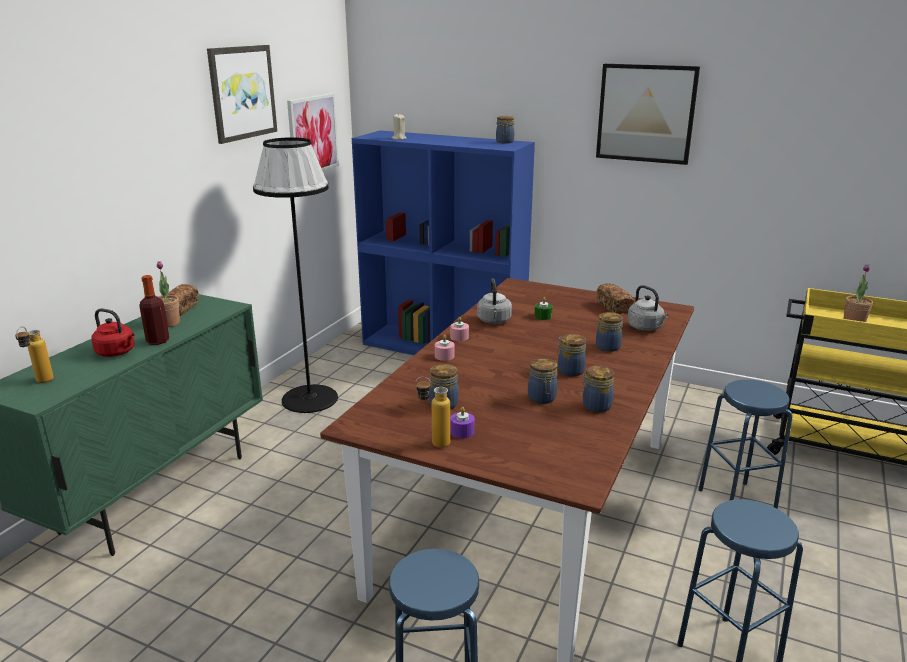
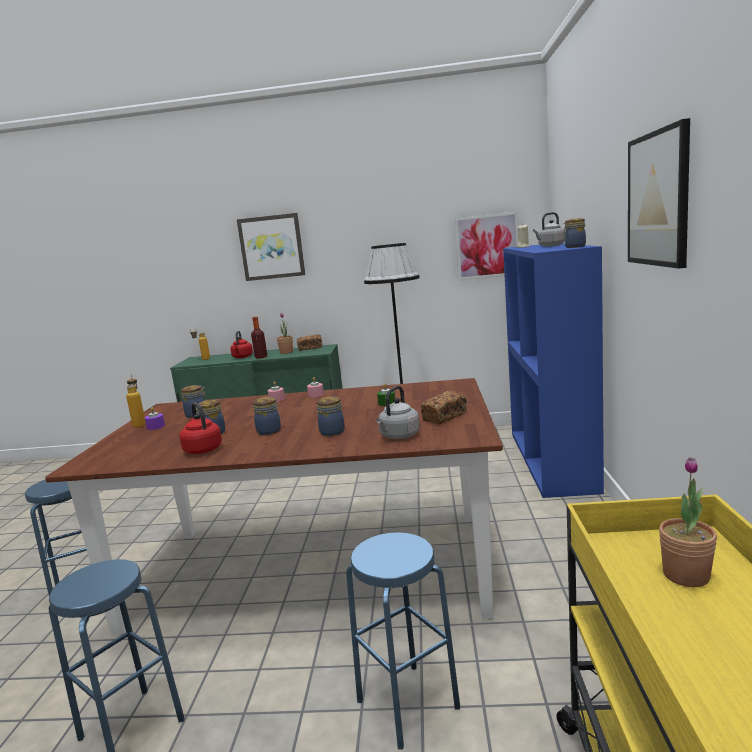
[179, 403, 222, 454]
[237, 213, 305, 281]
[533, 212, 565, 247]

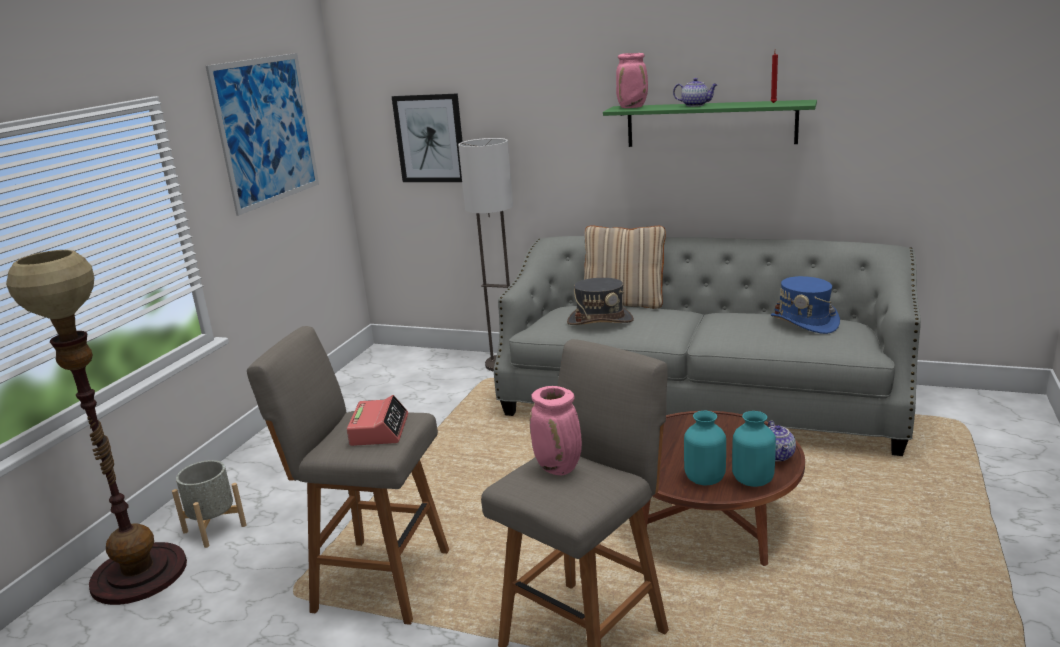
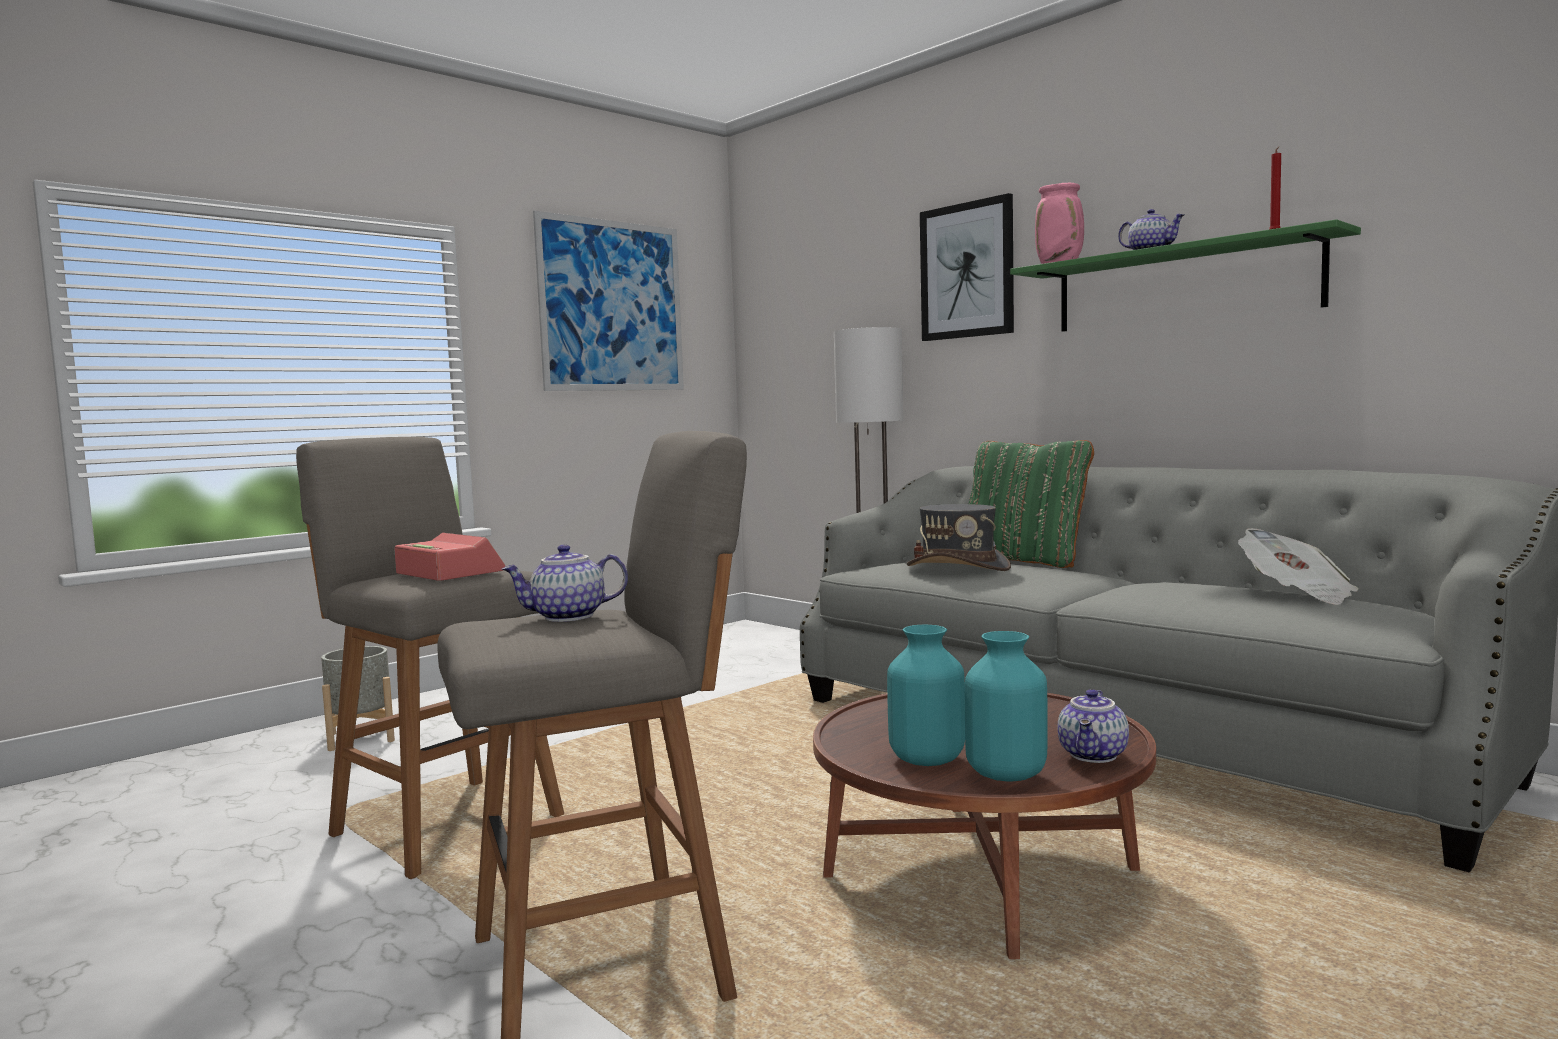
[394, 533, 505, 581]
[502, 544, 628, 622]
[920, 193, 1014, 341]
[968, 440, 1094, 568]
[1238, 528, 1358, 605]
[6, 250, 187, 605] (first image)

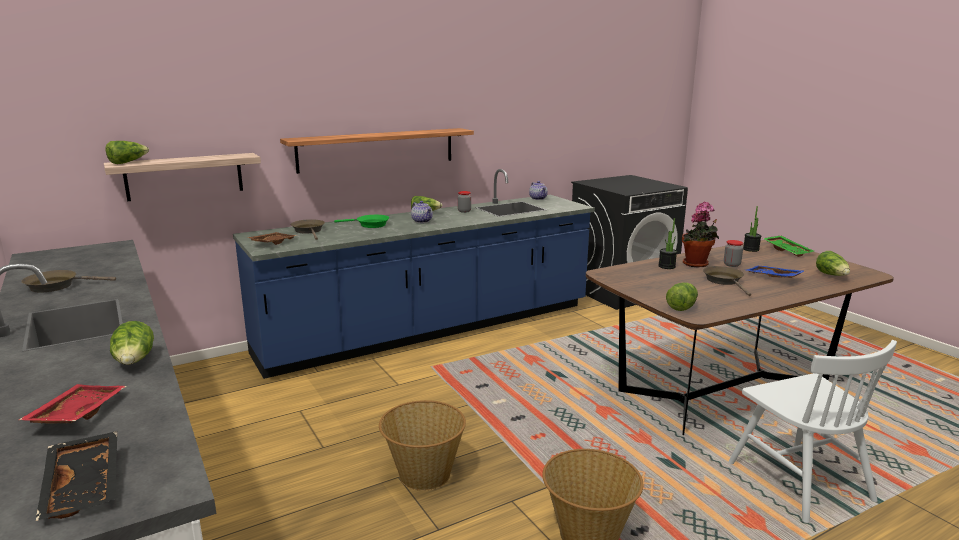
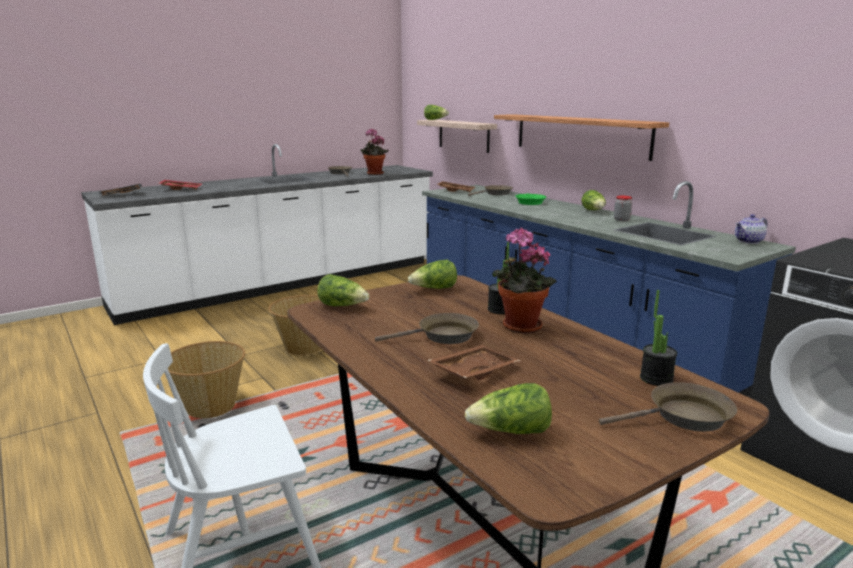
[361, 128, 389, 175]
[408, 260, 457, 289]
[427, 345, 520, 380]
[599, 382, 737, 432]
[411, 201, 433, 223] (first image)
[724, 240, 743, 267] (first image)

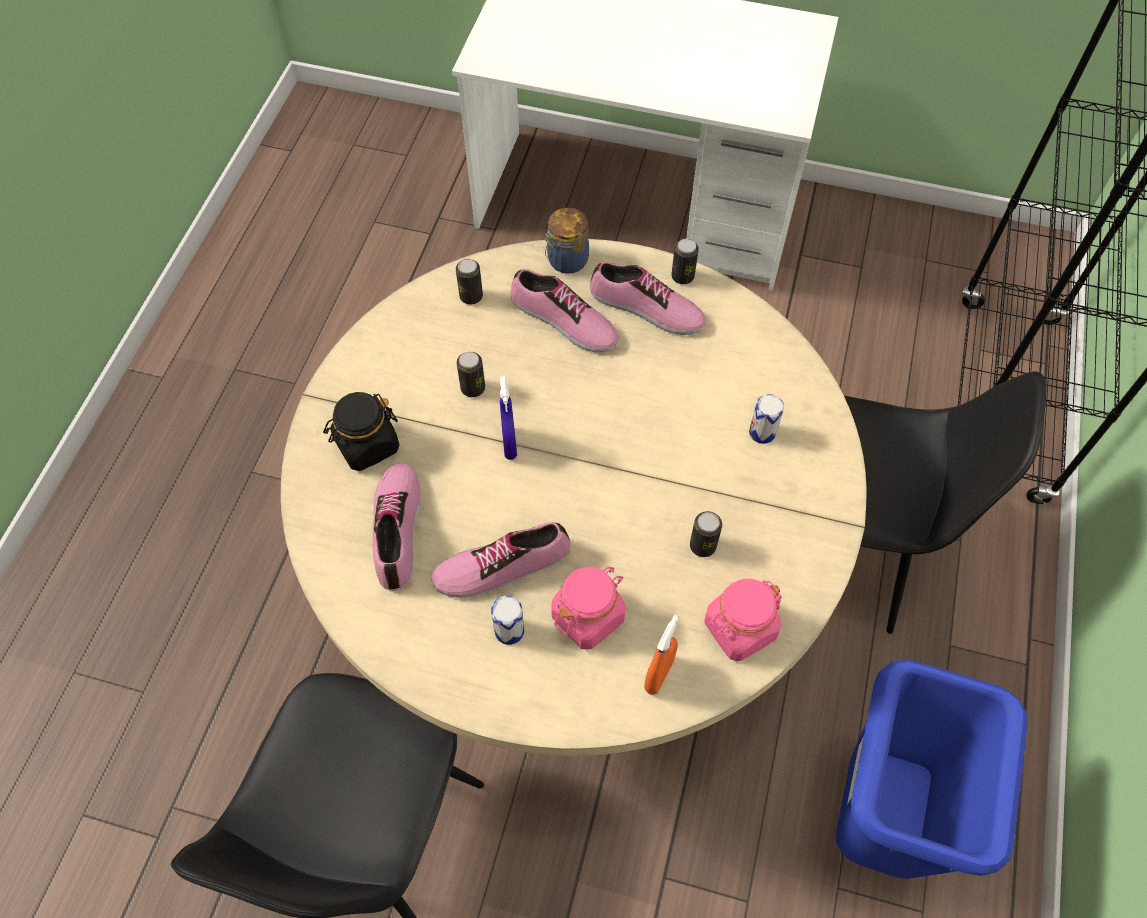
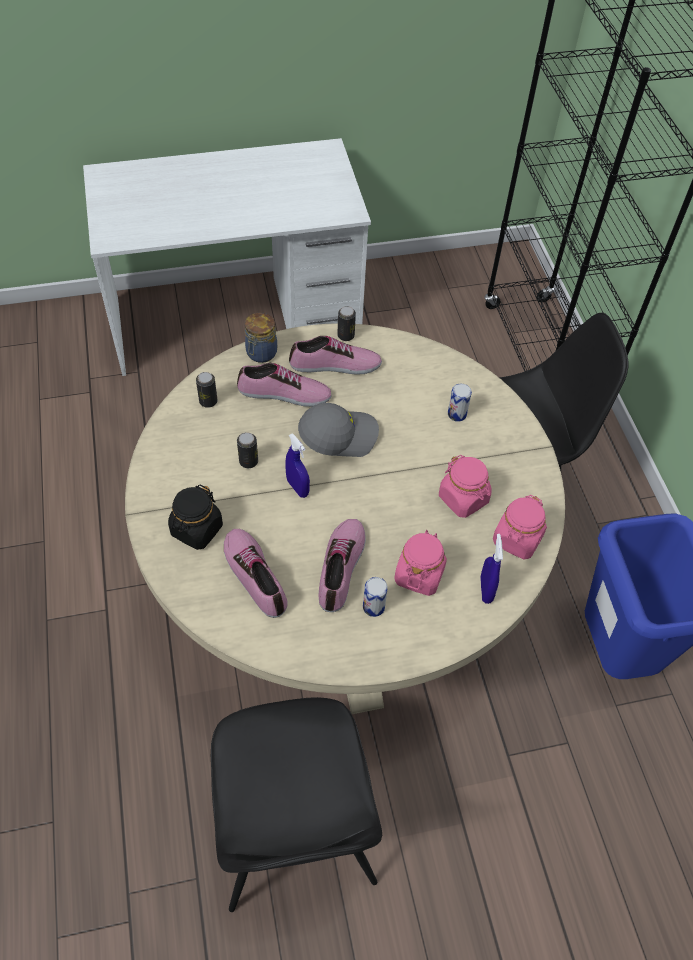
[298, 403, 379, 457]
[318, 519, 366, 612]
[439, 455, 492, 518]
[480, 534, 503, 604]

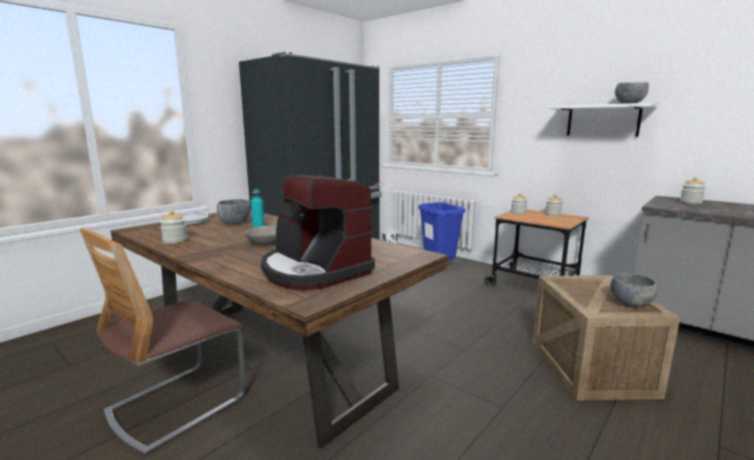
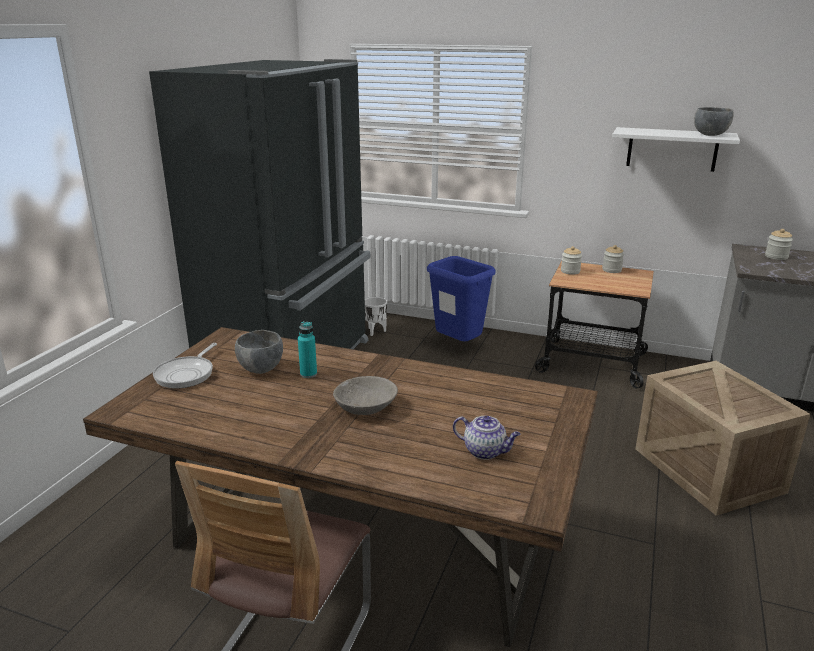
[453, 416, 520, 460]
[160, 210, 187, 244] (first image)
[610, 273, 657, 308] (first image)

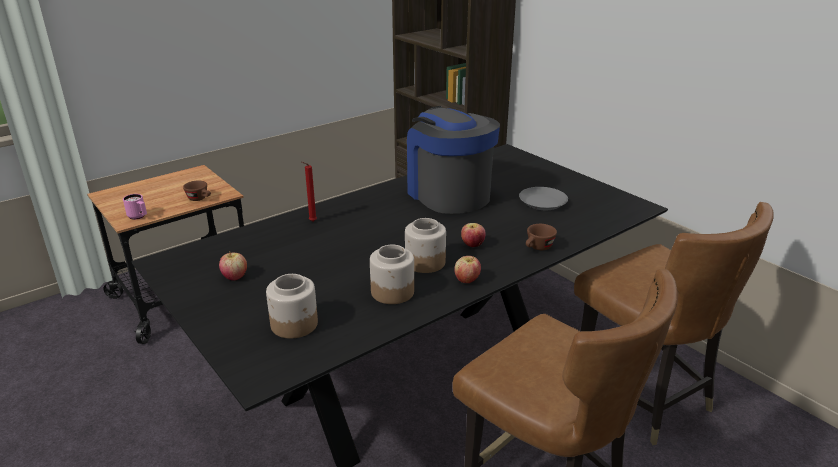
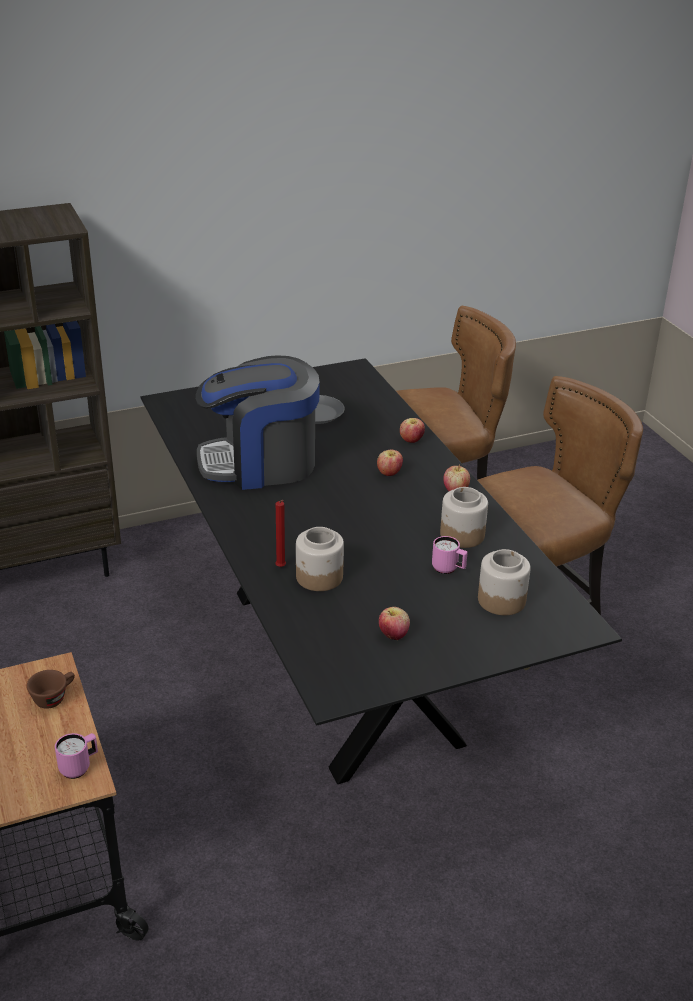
[296, 527, 344, 591]
[400, 418, 425, 443]
[432, 536, 468, 574]

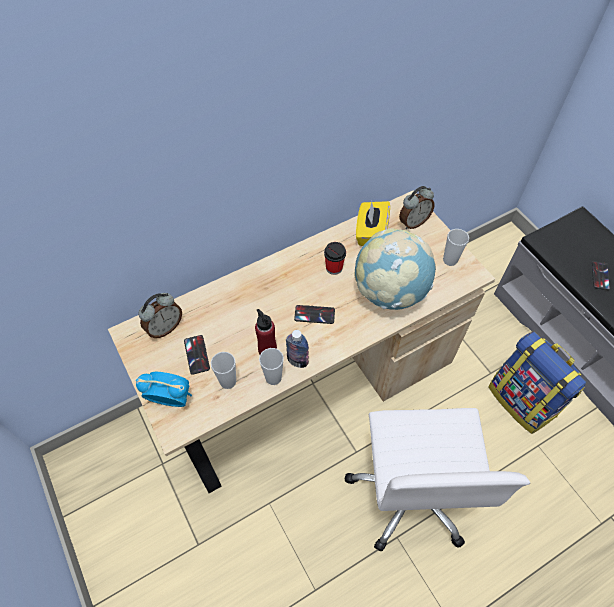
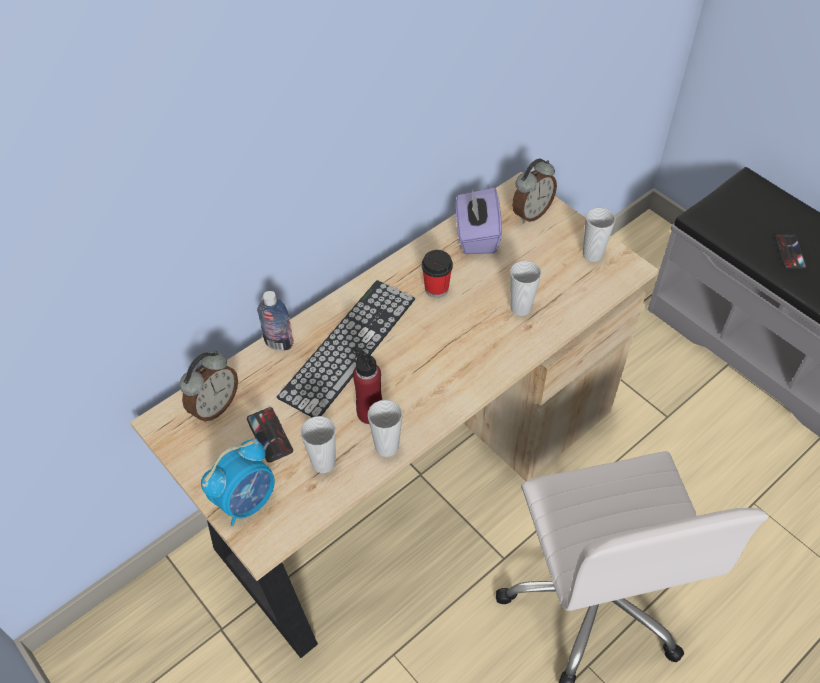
[201, 439, 275, 526]
[257, 291, 294, 351]
[277, 280, 415, 417]
[456, 188, 502, 254]
[510, 261, 542, 316]
[294, 305, 335, 324] (first image)
[488, 332, 586, 434] (first image)

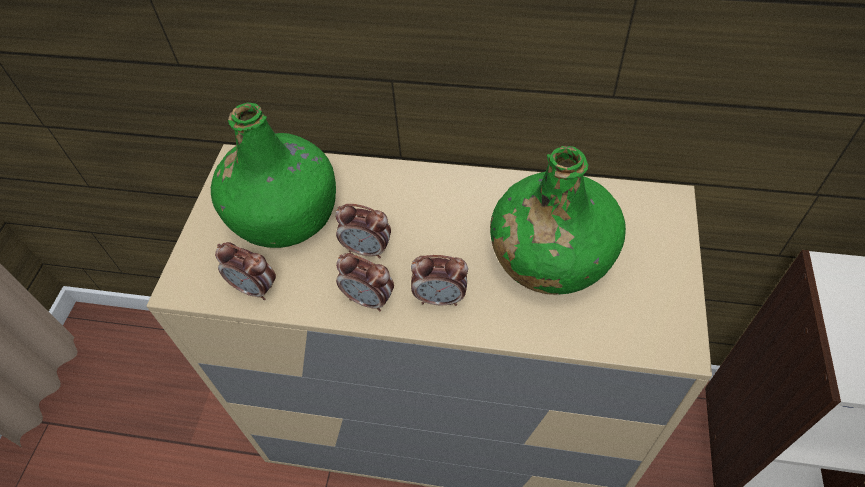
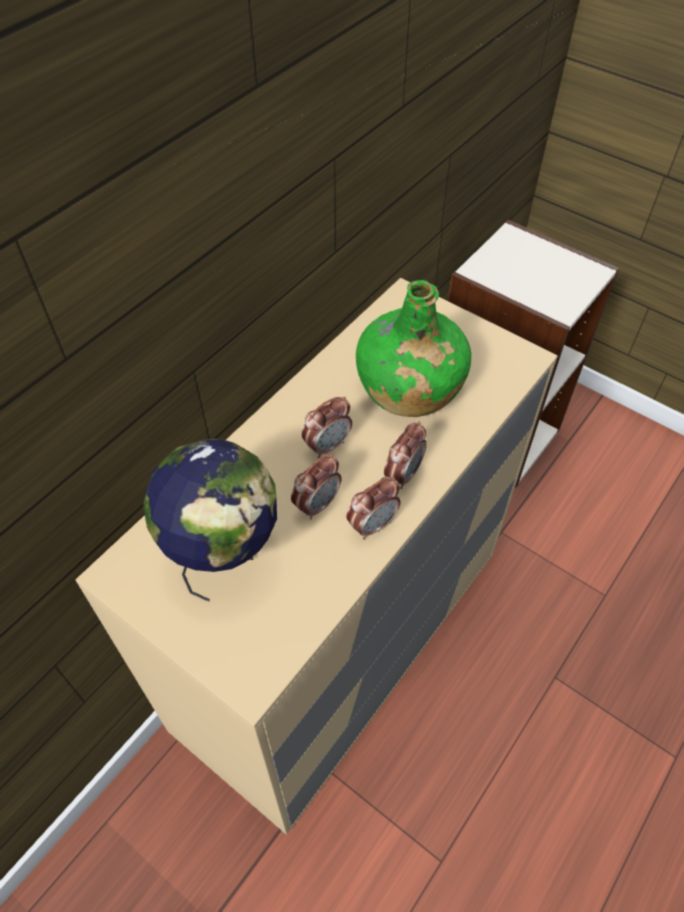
[143, 439, 277, 602]
[302, 397, 352, 458]

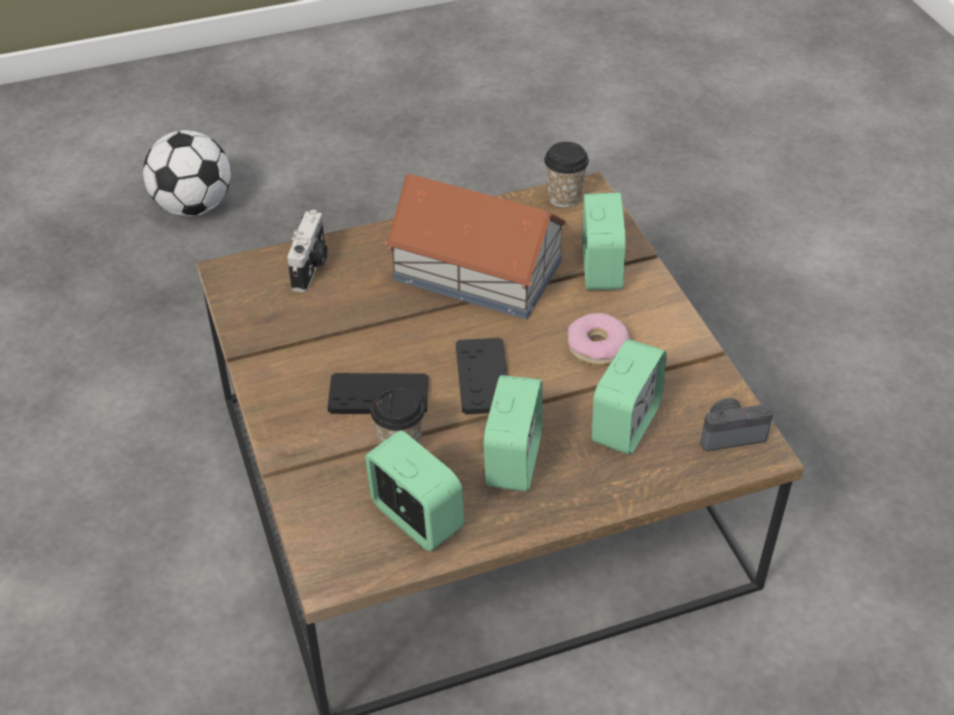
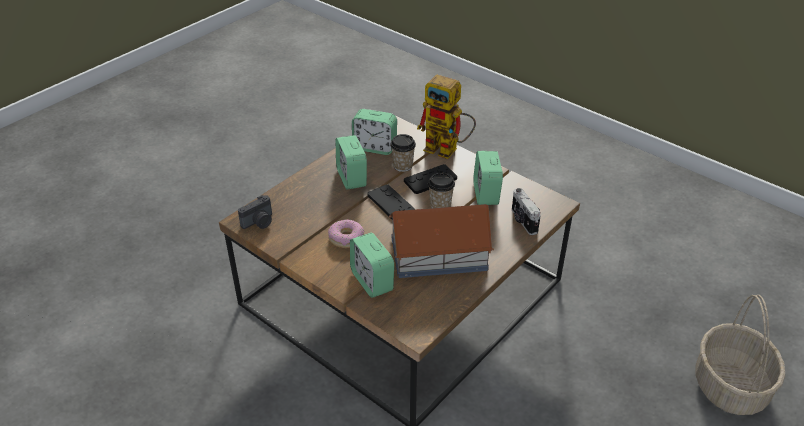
[417, 74, 476, 159]
[428, 172, 455, 208]
[473, 151, 503, 205]
[696, 295, 786, 415]

